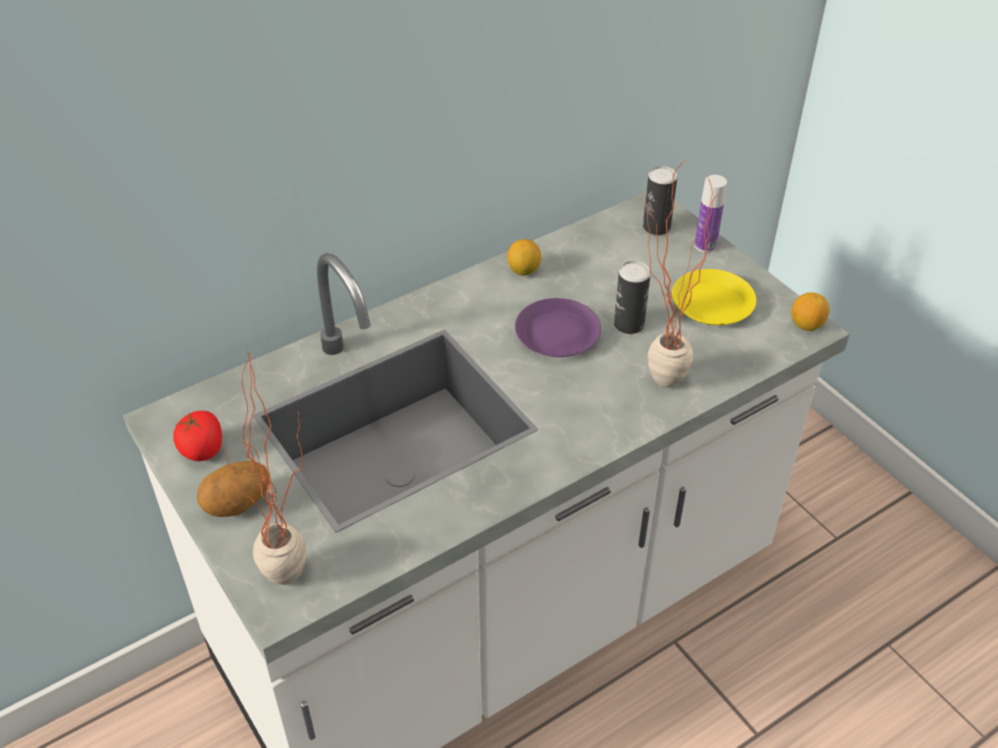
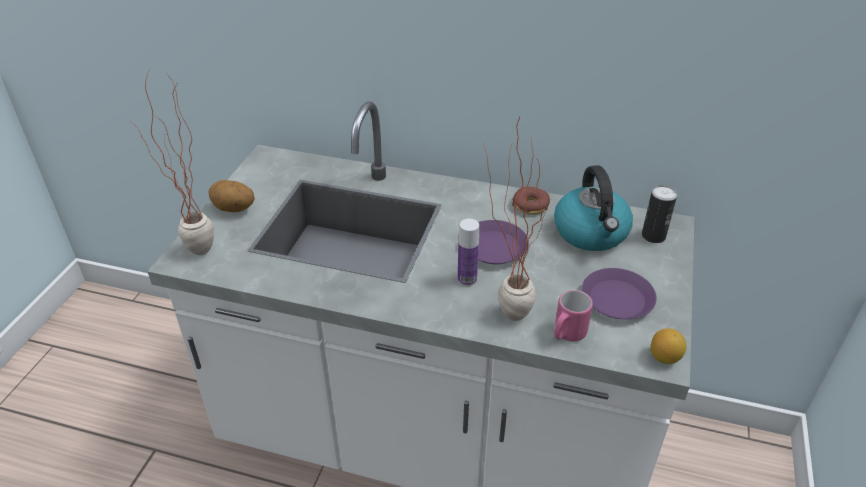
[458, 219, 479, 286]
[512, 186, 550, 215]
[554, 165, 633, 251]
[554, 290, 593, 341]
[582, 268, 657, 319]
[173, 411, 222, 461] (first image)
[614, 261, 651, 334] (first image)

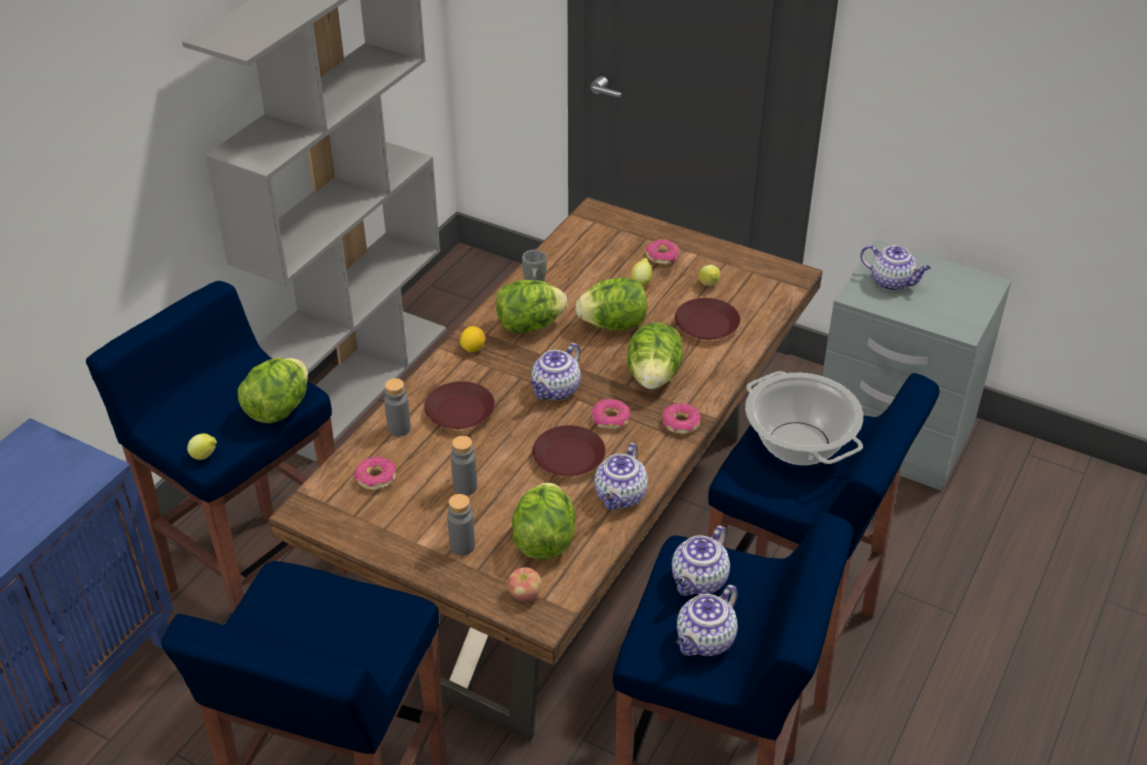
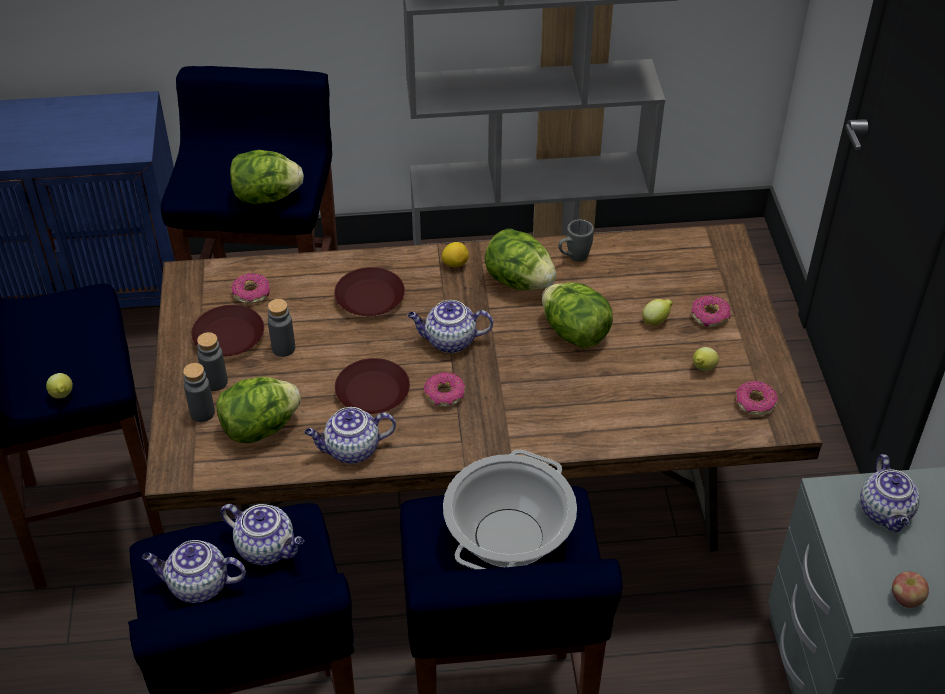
[46, 373, 73, 399]
[183, 363, 215, 422]
[191, 305, 264, 357]
[221, 504, 304, 565]
[736, 381, 778, 416]
[892, 572, 929, 608]
[627, 322, 683, 389] (first image)

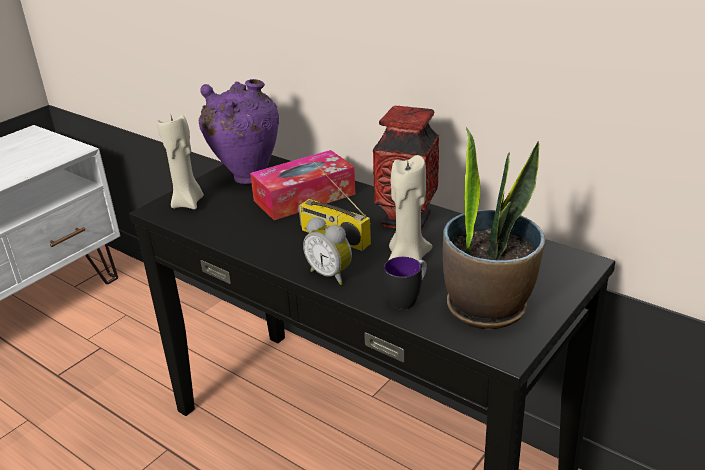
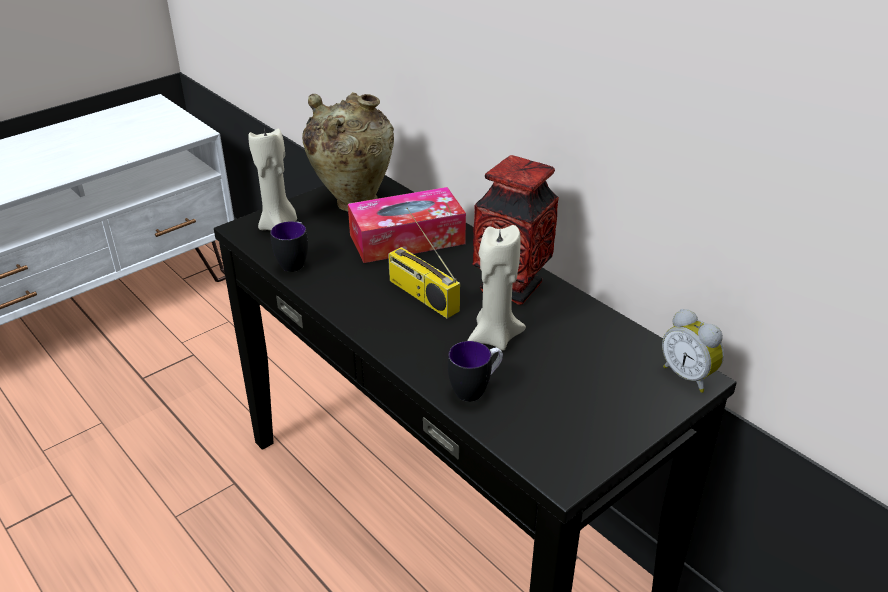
[270, 221, 308, 272]
[302, 92, 394, 211]
[662, 309, 724, 393]
[443, 127, 545, 329] (first image)

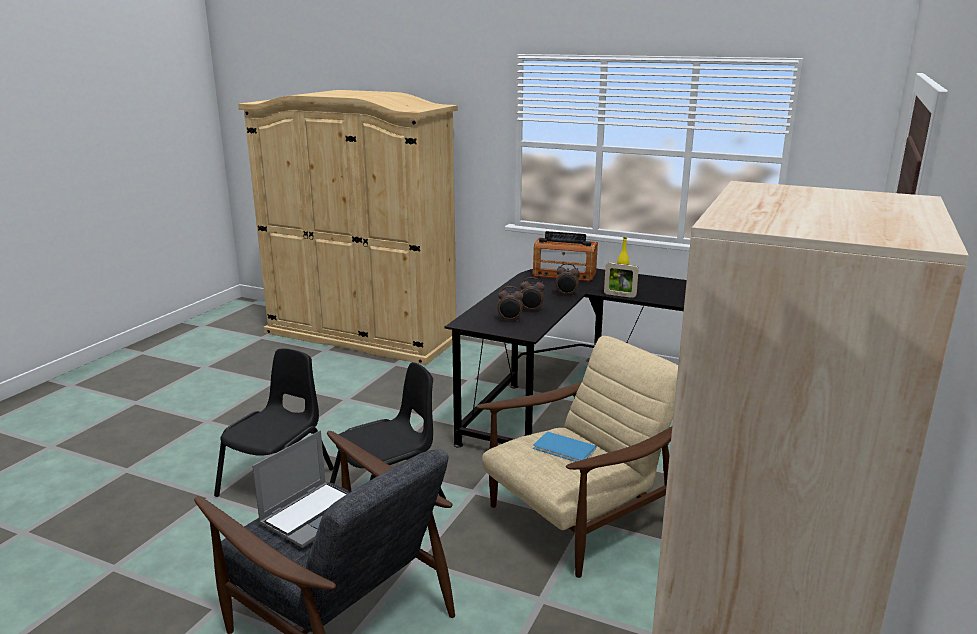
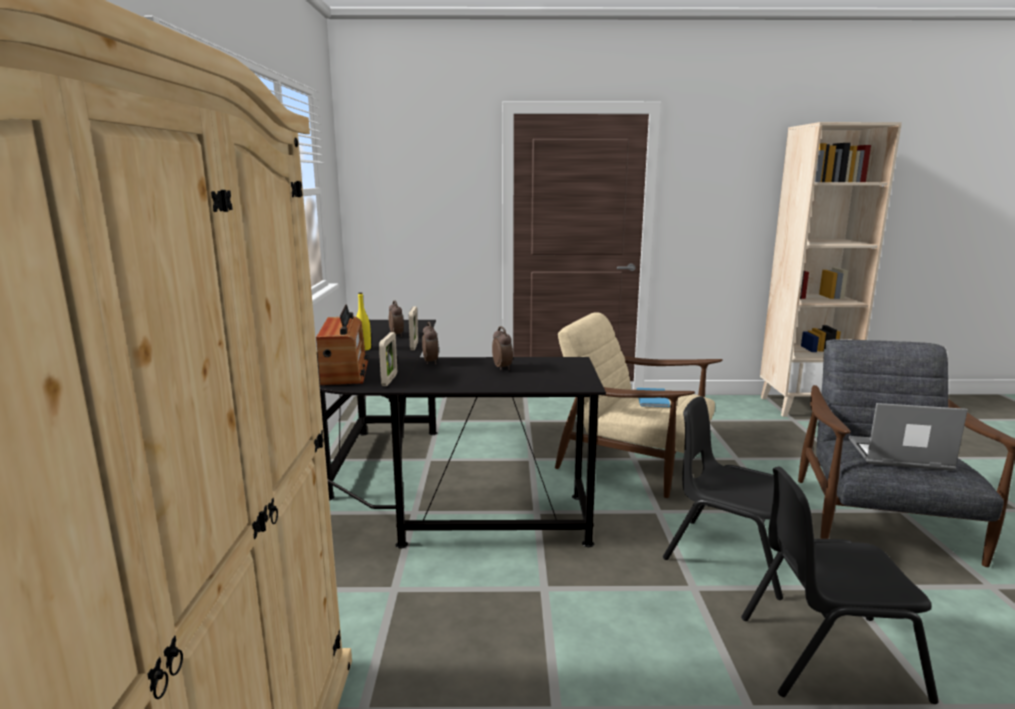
[379, 332, 397, 386]
[388, 300, 404, 337]

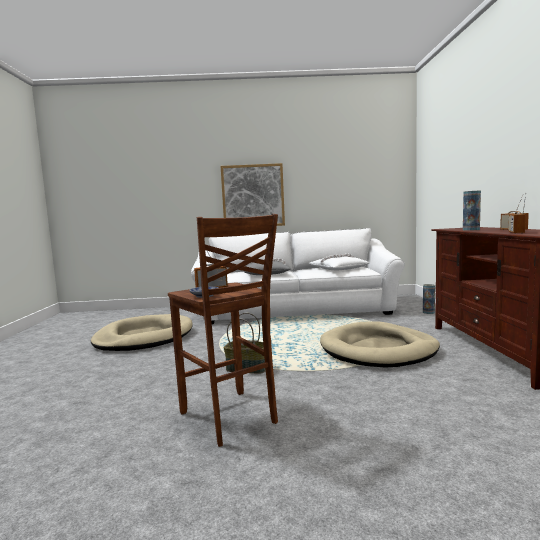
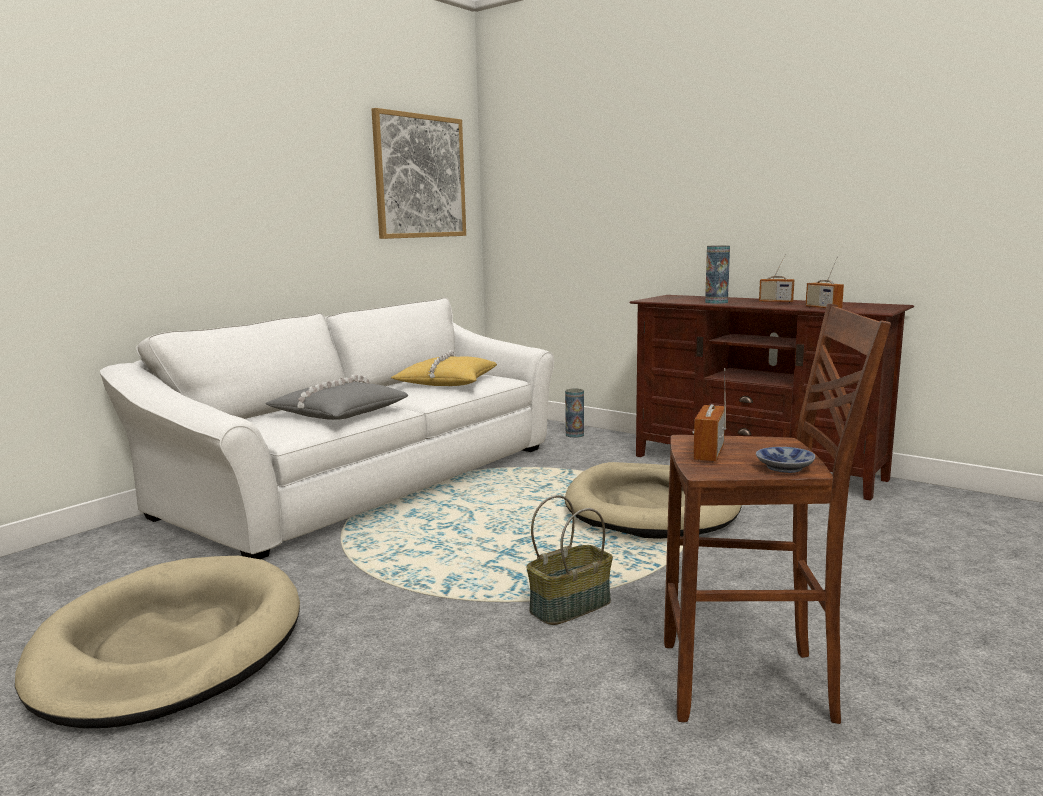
[372, 108, 466, 239]
[391, 350, 497, 386]

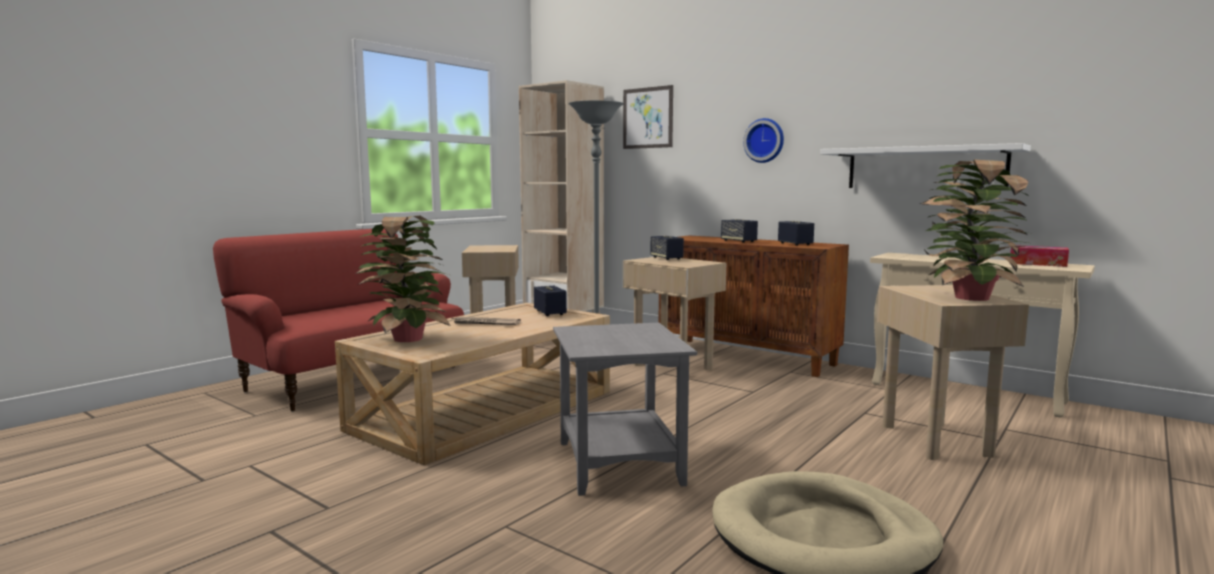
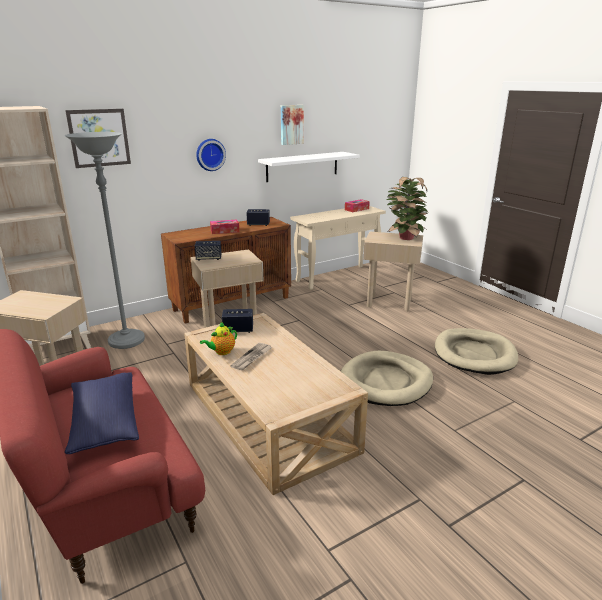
[65, 372, 139, 454]
[200, 322, 237, 355]
[210, 220, 239, 234]
[281, 105, 304, 145]
[341, 351, 433, 406]
[355, 216, 451, 342] (first image)

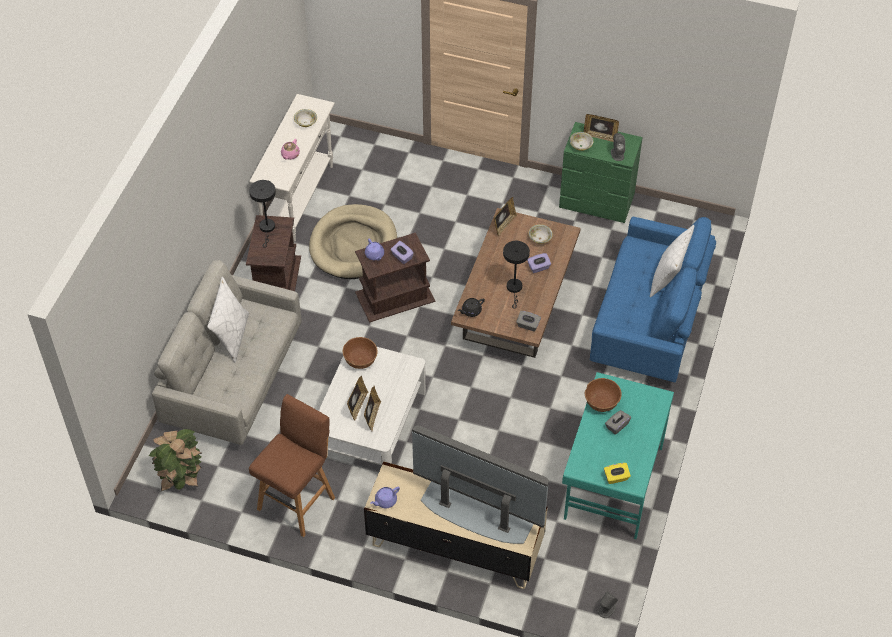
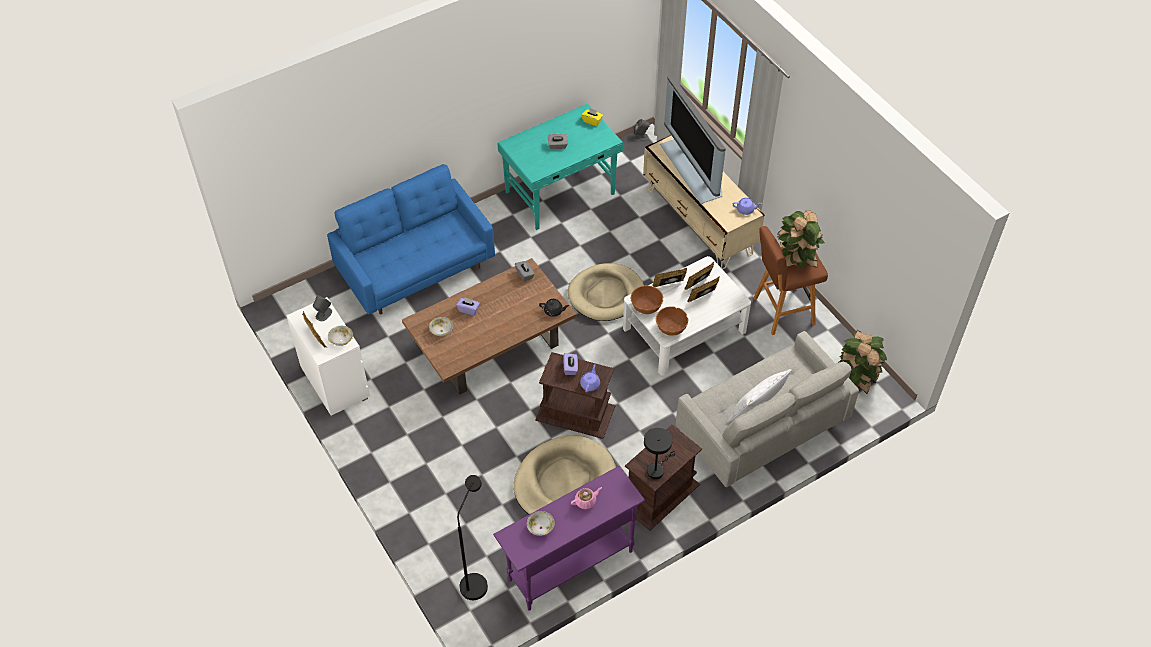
[286, 297, 370, 416]
[457, 475, 488, 600]
[493, 466, 645, 610]
[568, 263, 644, 321]
[631, 286, 663, 314]
[652, 268, 687, 287]
[777, 210, 825, 268]
[503, 241, 530, 308] (first image)
[650, 225, 694, 297] (first image)

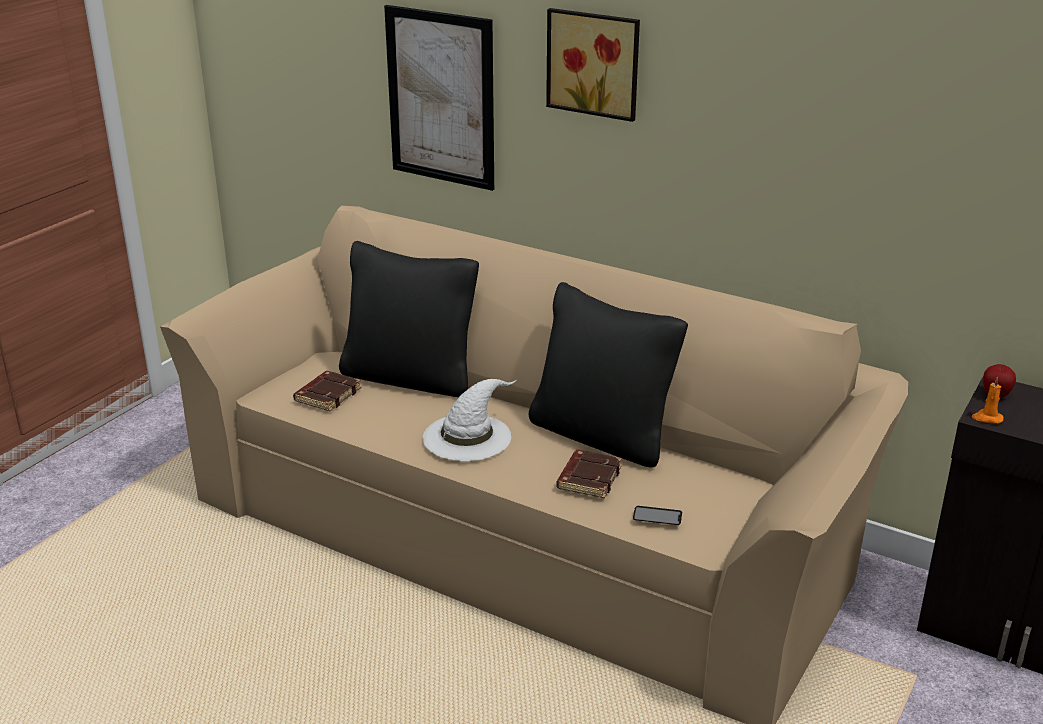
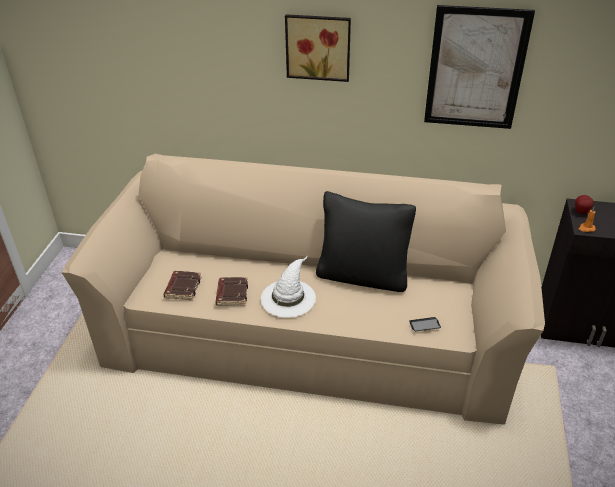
[215, 277, 248, 306]
[424, 5, 535, 129]
[339, 241, 479, 397] (first image)

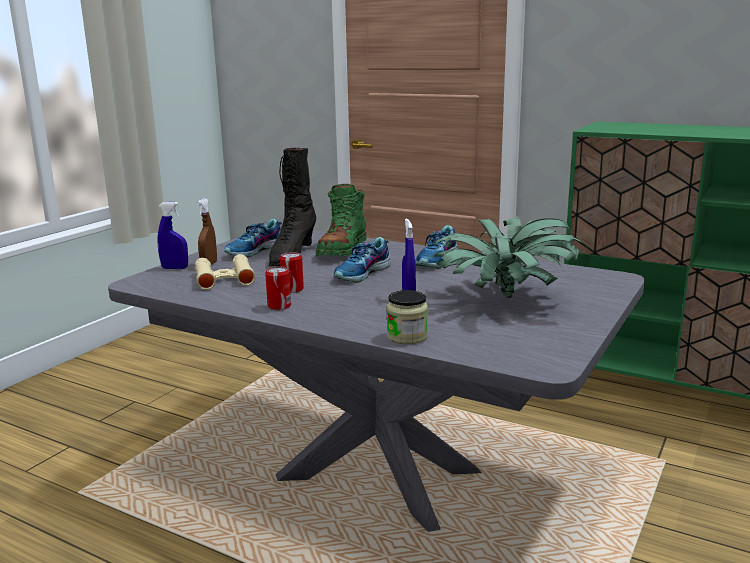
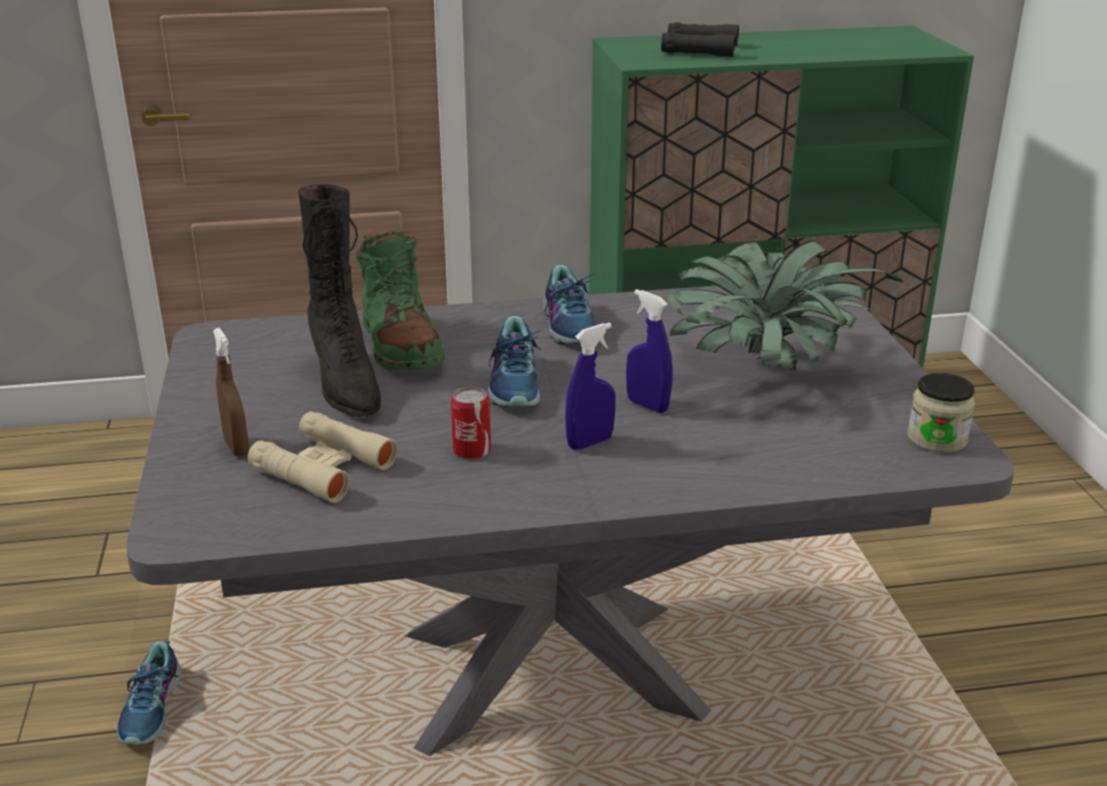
[117, 640, 182, 745]
[565, 323, 616, 450]
[661, 22, 739, 57]
[907, 373, 975, 453]
[265, 266, 291, 310] (first image)

